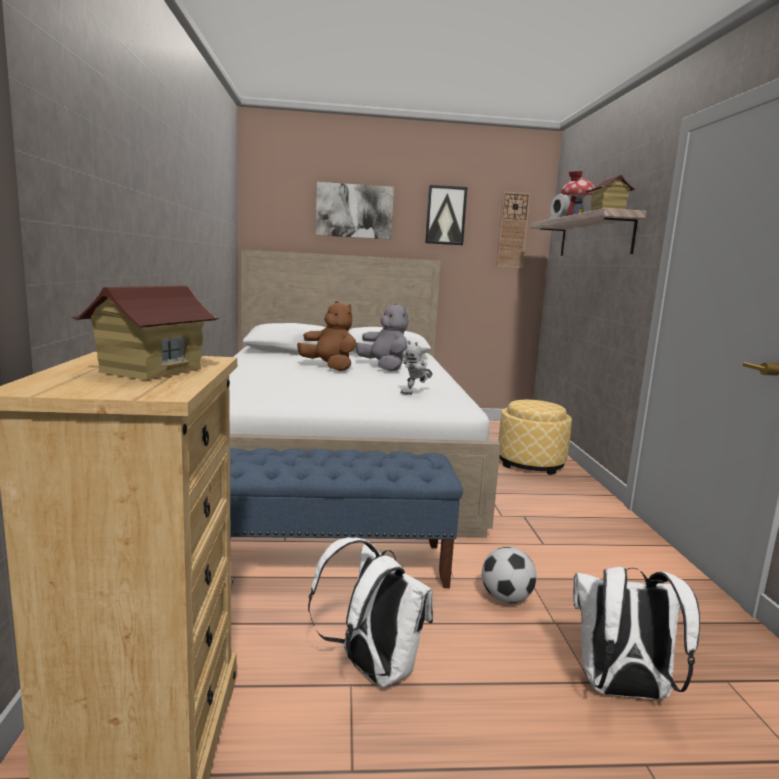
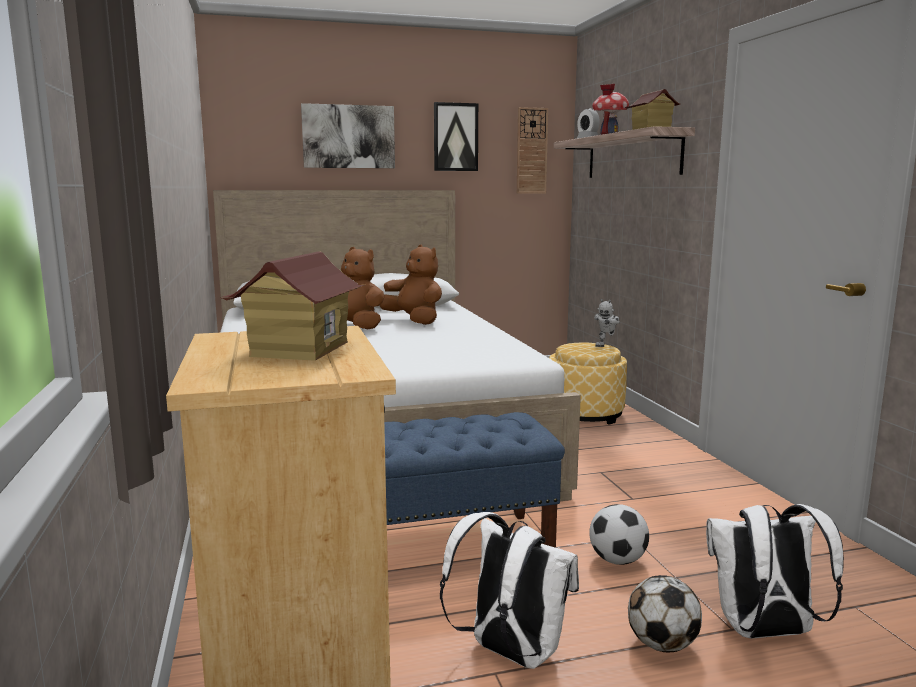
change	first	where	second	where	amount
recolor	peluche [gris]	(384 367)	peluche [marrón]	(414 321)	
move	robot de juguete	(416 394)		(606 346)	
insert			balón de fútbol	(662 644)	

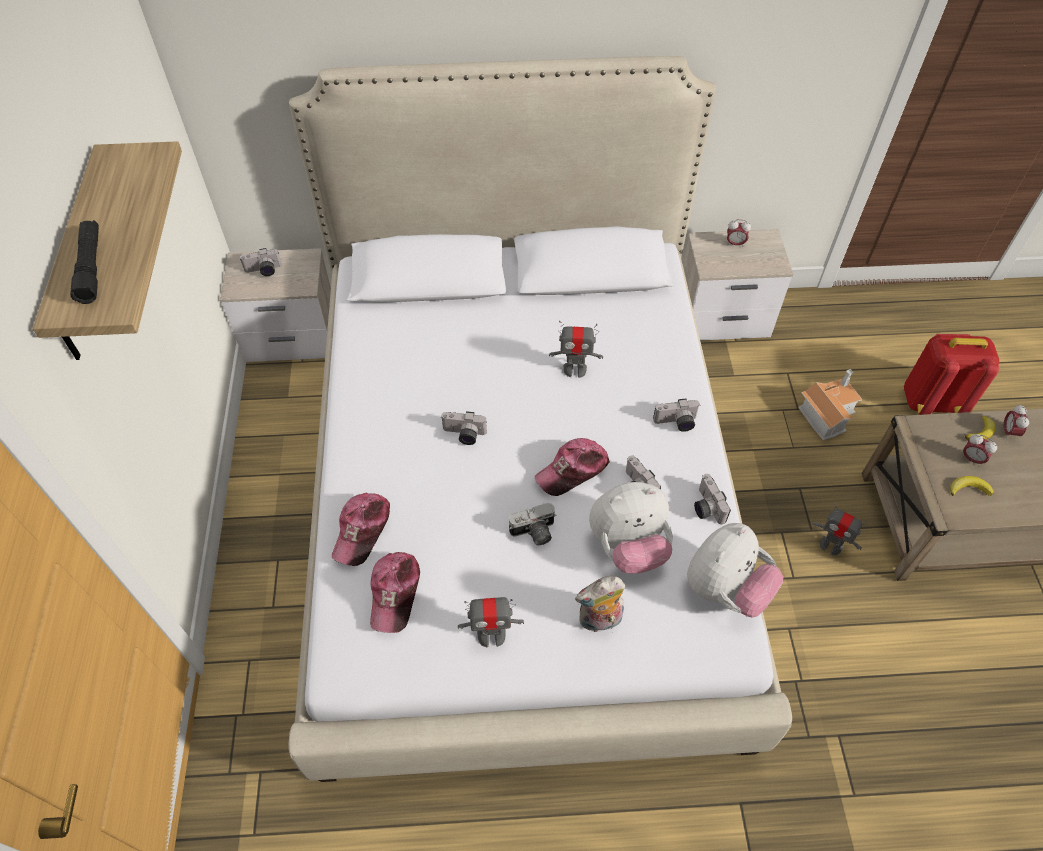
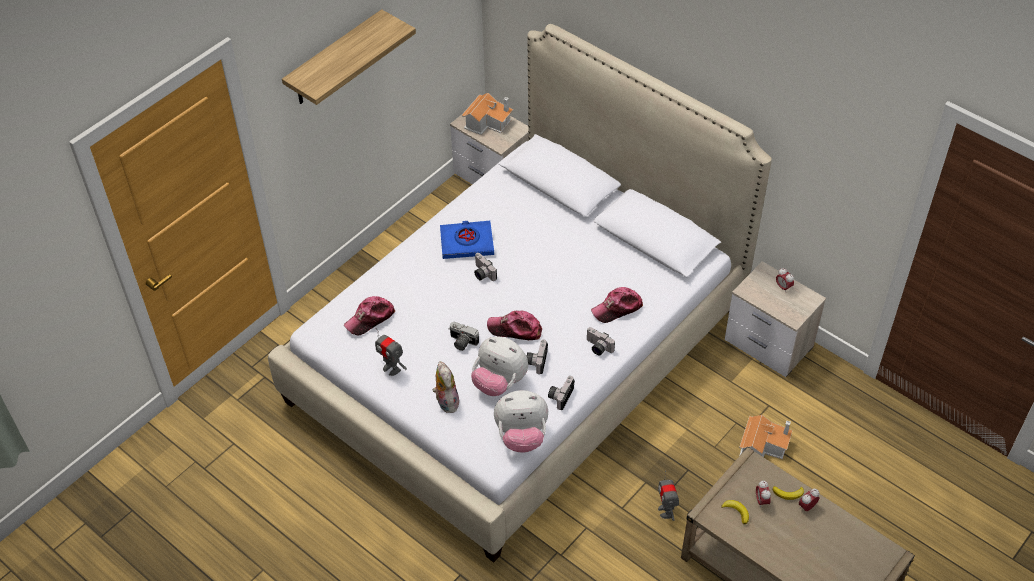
change	first	where	second	where	amount
delete	linterna [negro]	(91 267)			
replace	cámara	(263 271)	casita	(488 122)	
delete	robot de juguete	(575 369)			
delete	mochila [rojo]	(931 401)			
move	gorra	(362 530)		(617 308)	
rotate	peluche	(599 621)		(446 401)	45 degrees clockwise
insert			libro [azul]	(467 243)	

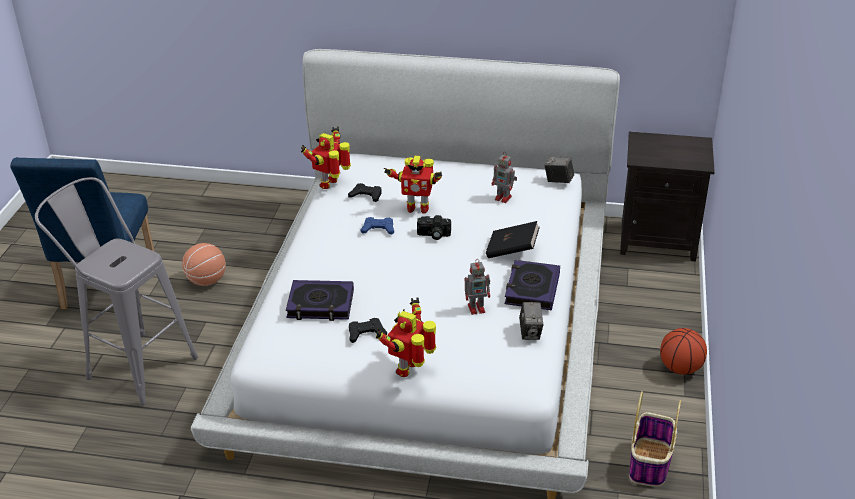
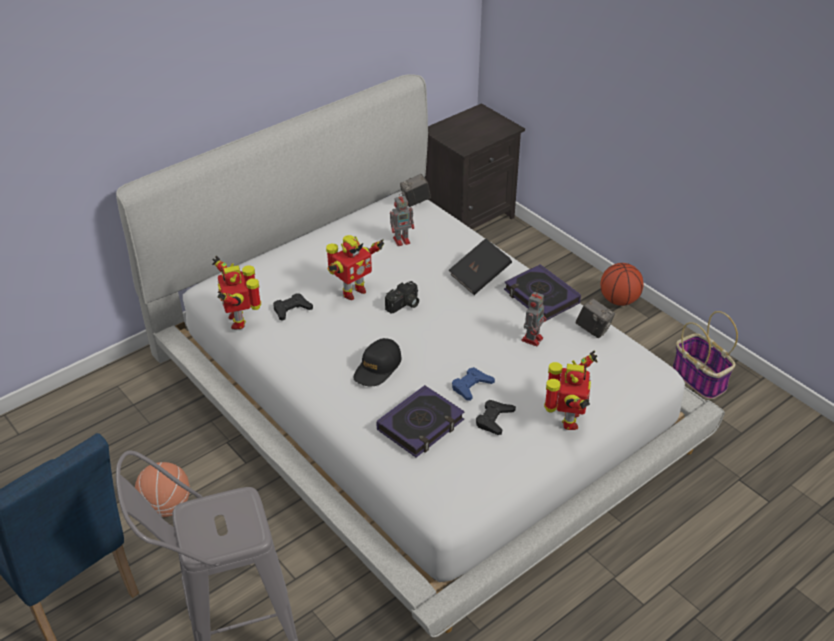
change	first	where	second	where	amount
move	mando de consola [azul]	(378 229)		(471 386)	
rotate	robot de juguete	(409 368)		(567 420)	150 degrees counterclockwise
insert			gorra [negro]	(377 368)	

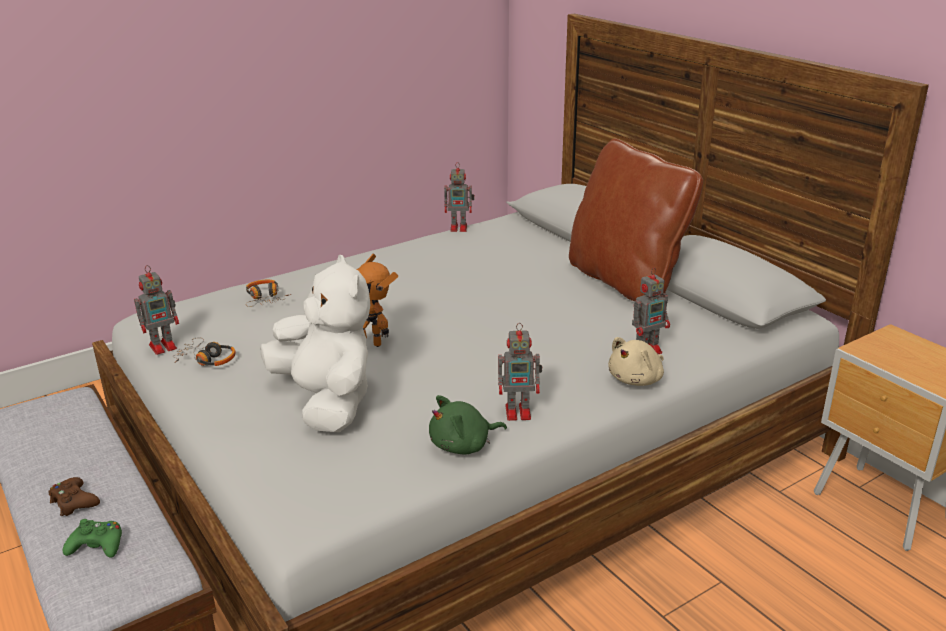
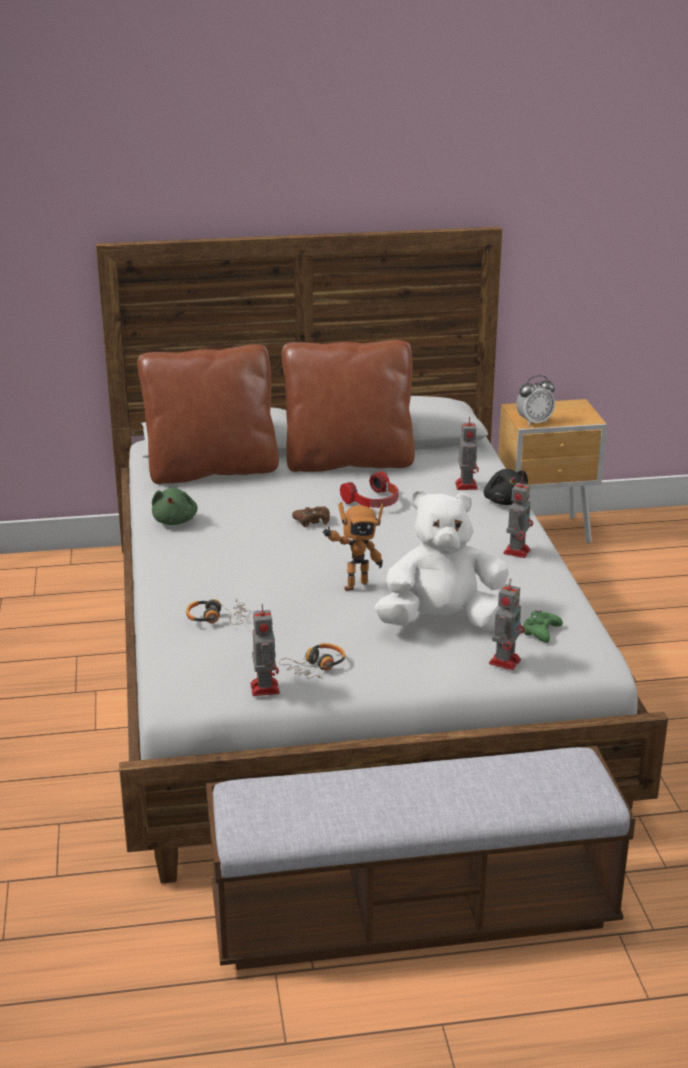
change	first	where	second	where	amount
move	robot de juguete	(460 228)		(505 660)	
recolor	peluche [beis]	(637 379)	peluche [negro]	(505 501)	
move	peluche [verde]	(463 445)		(175 520)	
move	mando de consola [marrón]	(74 502)		(312 521)	
move	mando de consola [verde]	(97 545)		(541 631)	
insert			cojín [marrón]	(212 470)	
insert			despertador	(534 422)	
insert			auriculares	(373 502)	

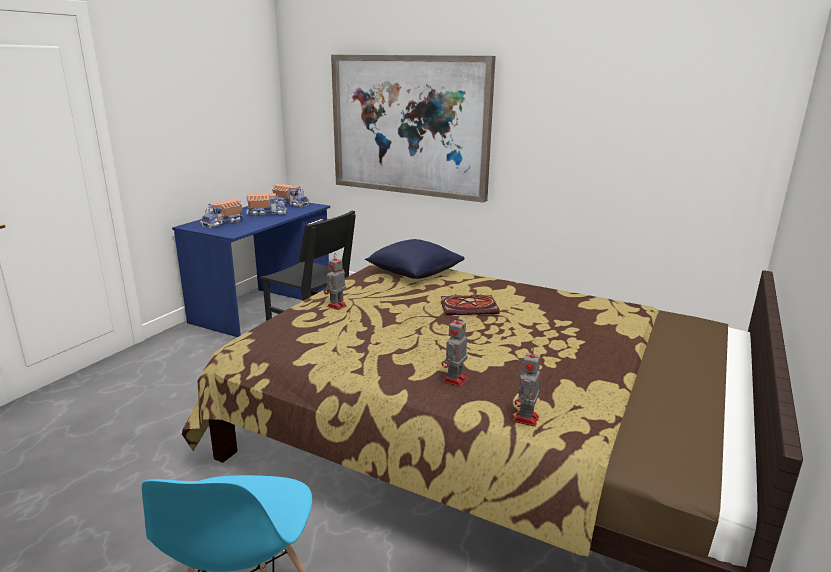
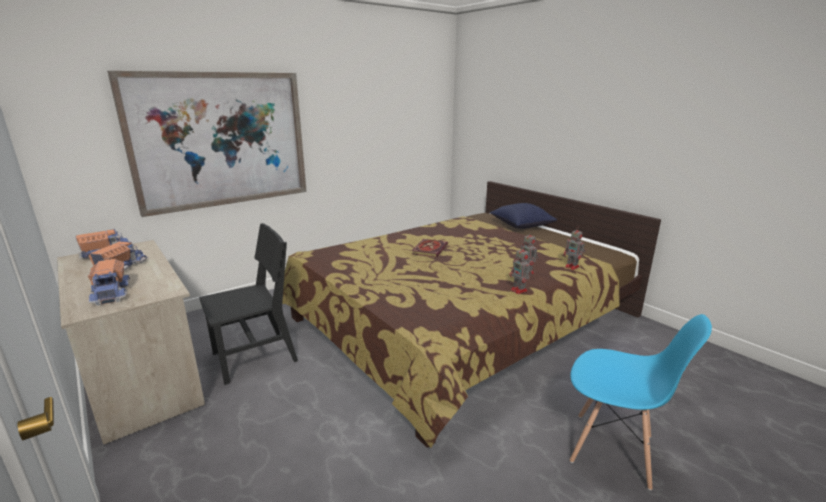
change	first	where	second	where	amount
recolor	escritorio [azul]	(264 305)	escritorio [beis]	(142 376)	
move	cojín [azul]	(414 273)		(521 226)	
move	robot de juguete	(336 306)		(519 291)	

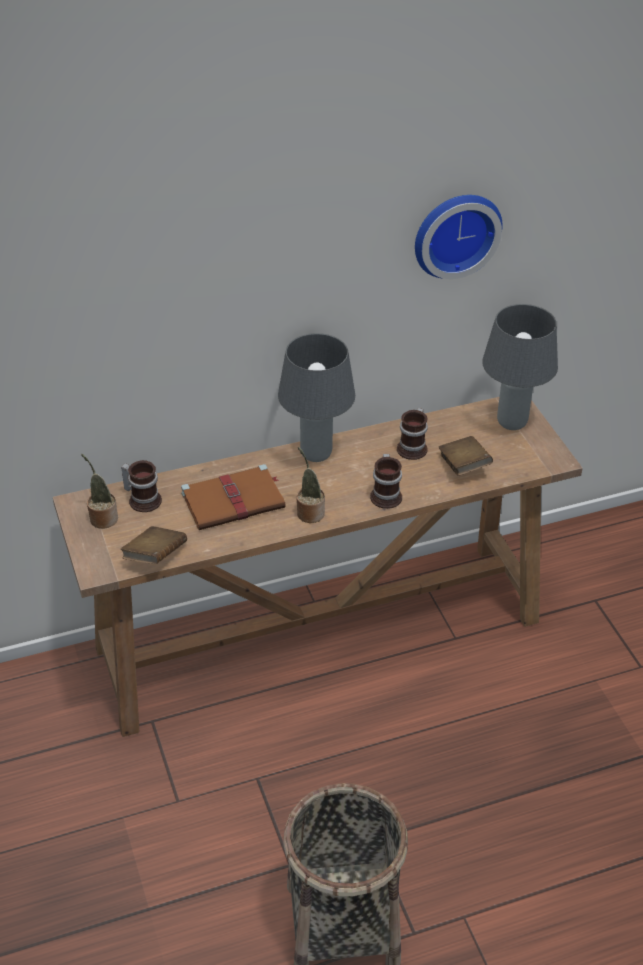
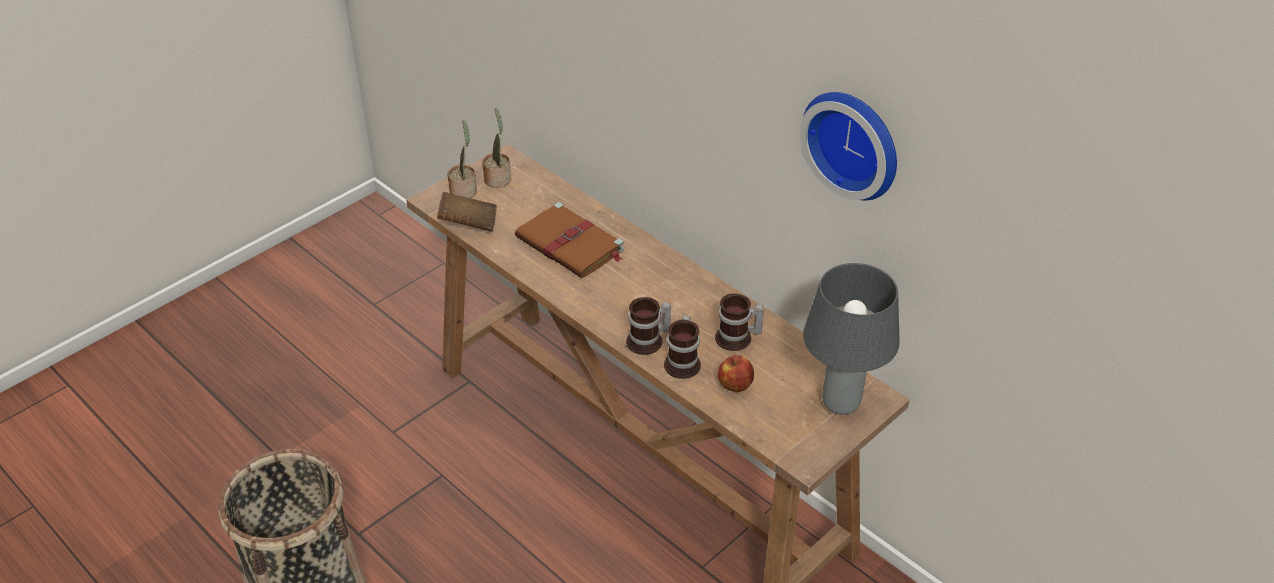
change	first	where	second	where	amount
delete	lámpara de mesa [gris]	(315 453)			
replace	libro [marrón]	(463 466)	manzana	(735 385)	
move	planta en maceta	(309 512)		(464 190)	
move	taza grande	(143 499)		(684 362)	

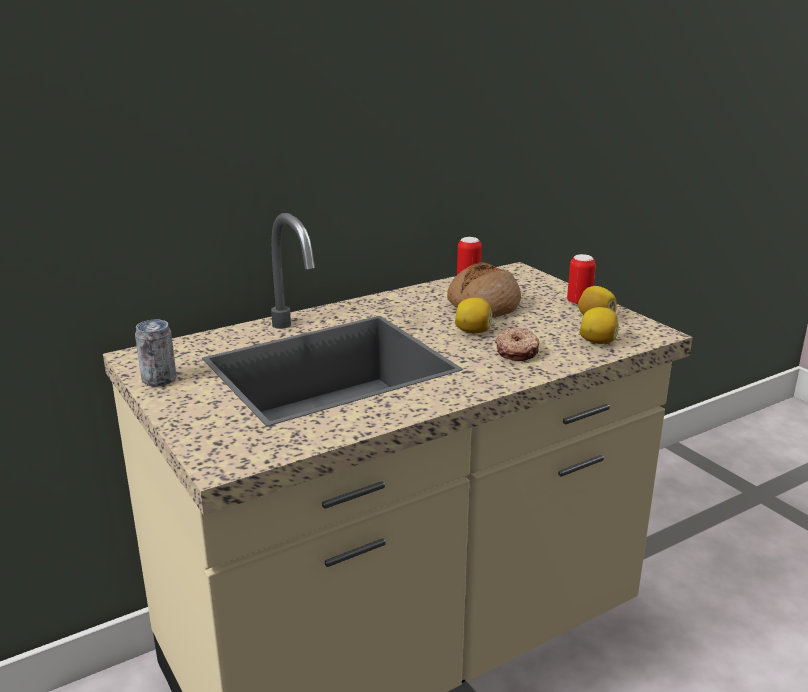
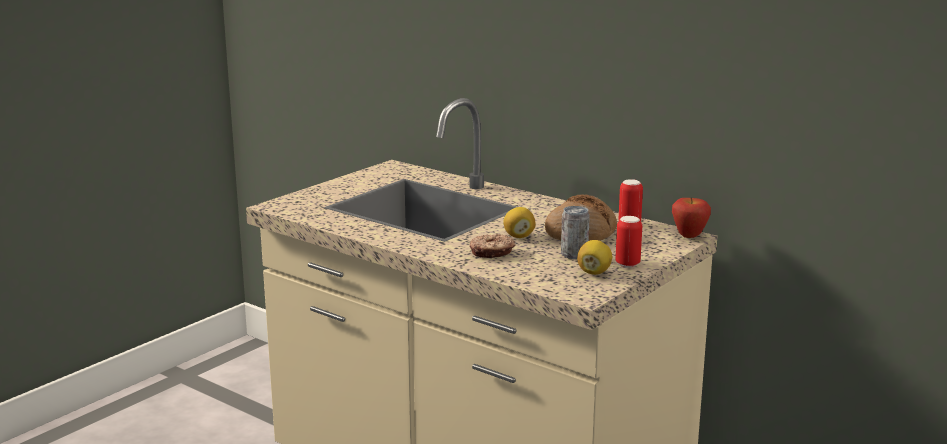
change	first	where	second	where	amount
delete	limón	(598 342)			
move	lata	(159 379)		(574 254)	
insert			manzana	(689 236)	

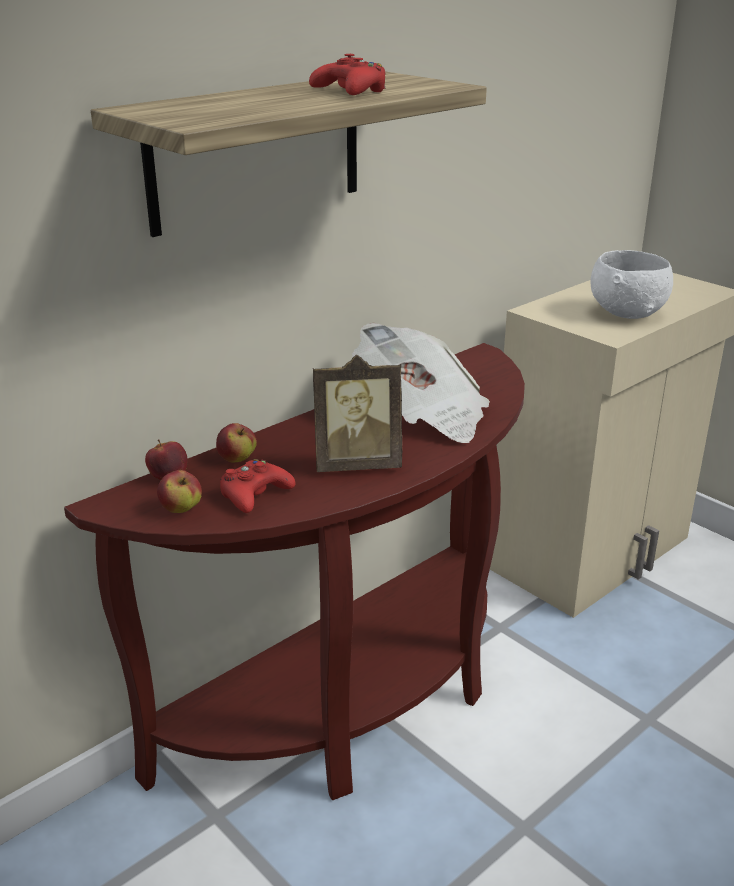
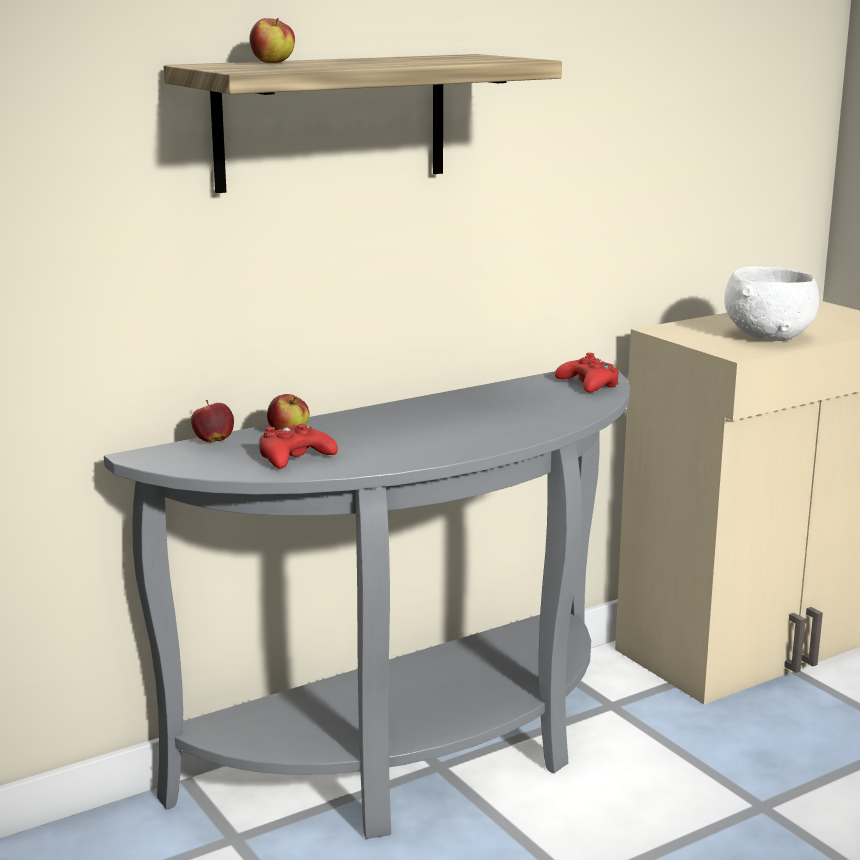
change	first	where	second	where	amount
move	mando de consola [rojo]	(350 91)		(589 384)	
delete	periódico	(422 415)			
recolor	mesa consola [marrón]	(357 703)	mesa consola [gris]	(421 757)	
delete	portarretratos	(357 464)			
move	manzana	(181 509)		(273 63)	

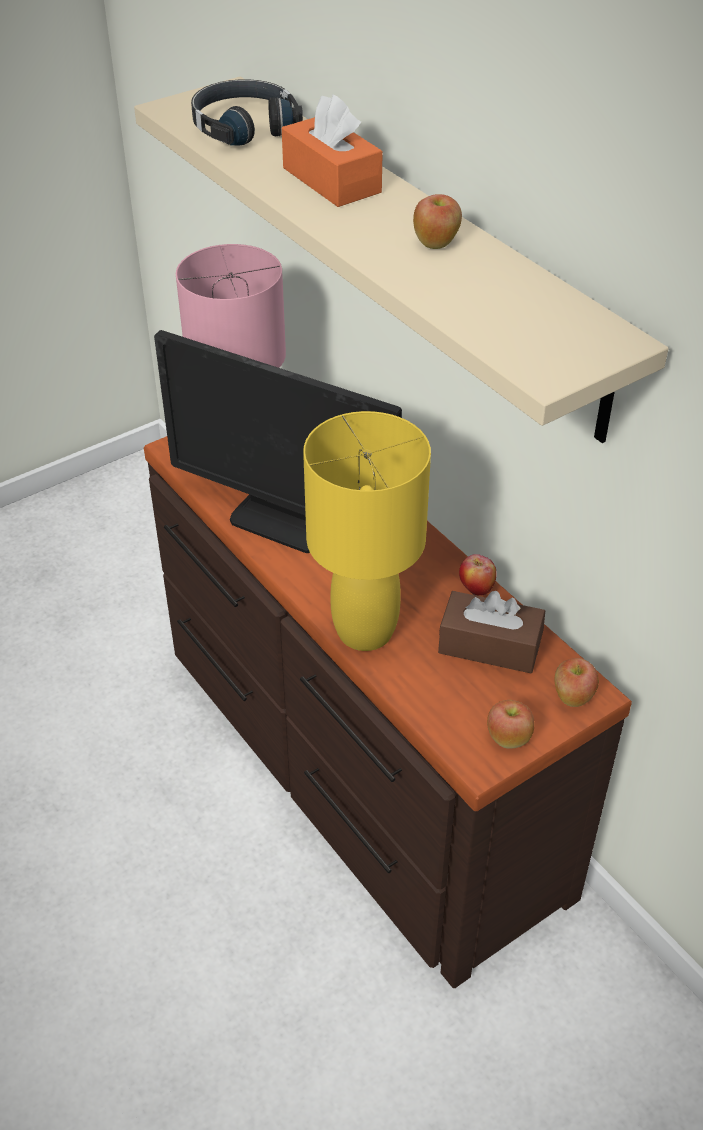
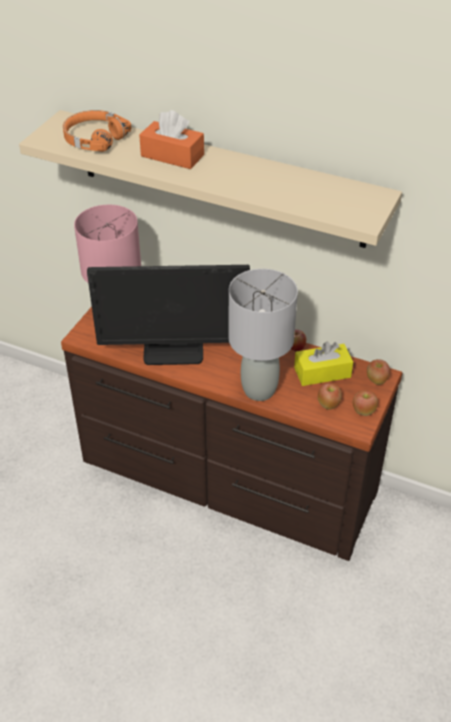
change	first	where	second	where	amount
recolor	auriculares [negro]	(243 126)	auriculares [naranja]	(94 138)	
move	manzana	(436 244)		(328 404)	
recolor	lámpara de mesa [amarillo]	(363 630)	lámpara de mesa [gris]	(258 390)	
recolor	caja de pañuelos [marrón]	(489 645)	caja de pañuelos [amarillo]	(322 372)	

